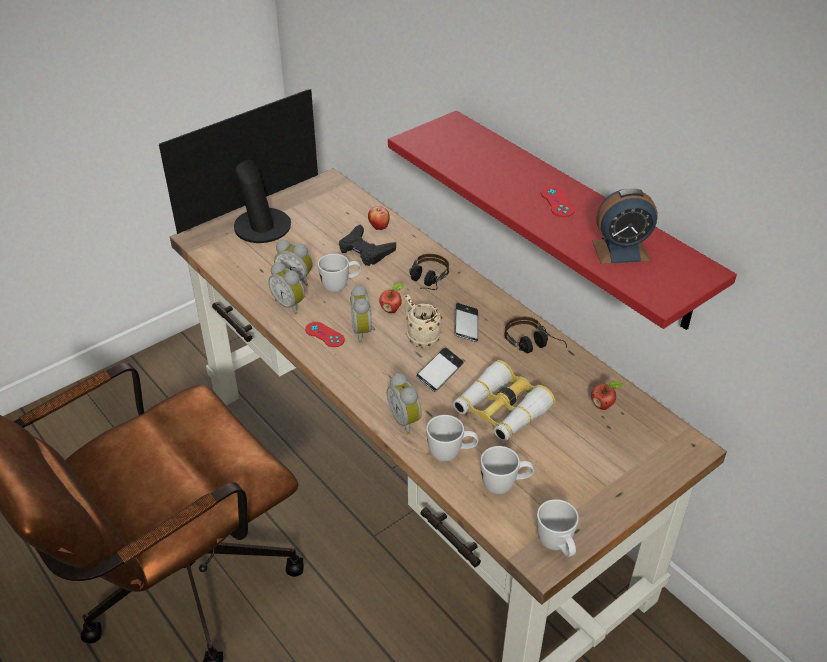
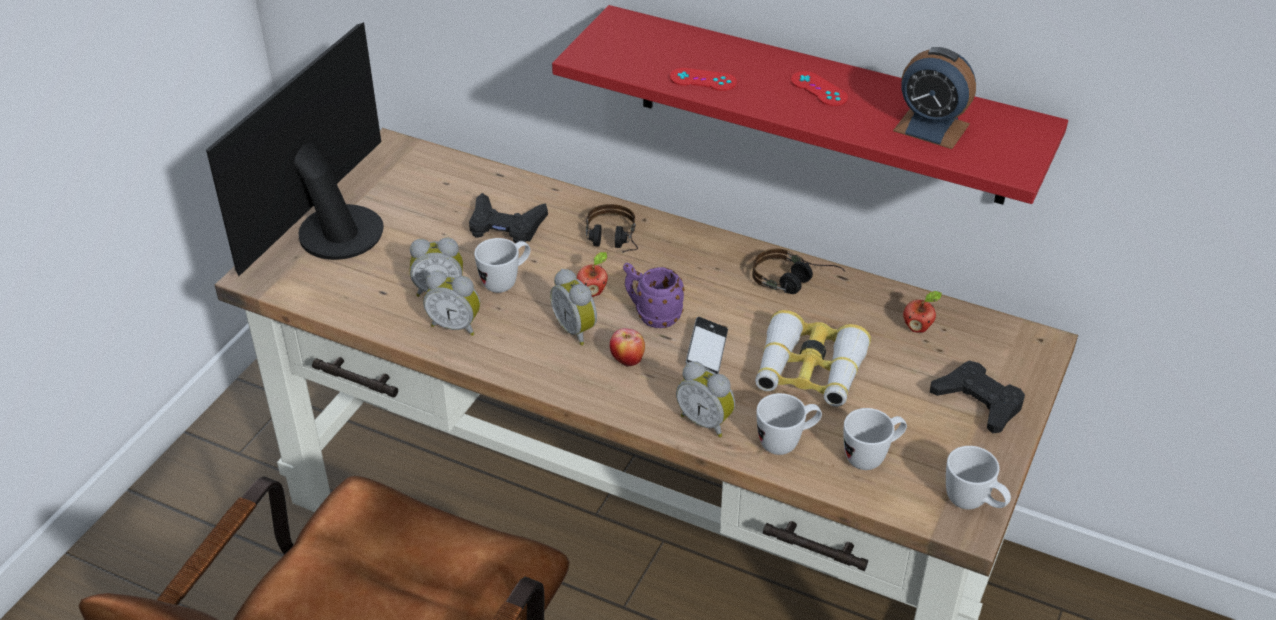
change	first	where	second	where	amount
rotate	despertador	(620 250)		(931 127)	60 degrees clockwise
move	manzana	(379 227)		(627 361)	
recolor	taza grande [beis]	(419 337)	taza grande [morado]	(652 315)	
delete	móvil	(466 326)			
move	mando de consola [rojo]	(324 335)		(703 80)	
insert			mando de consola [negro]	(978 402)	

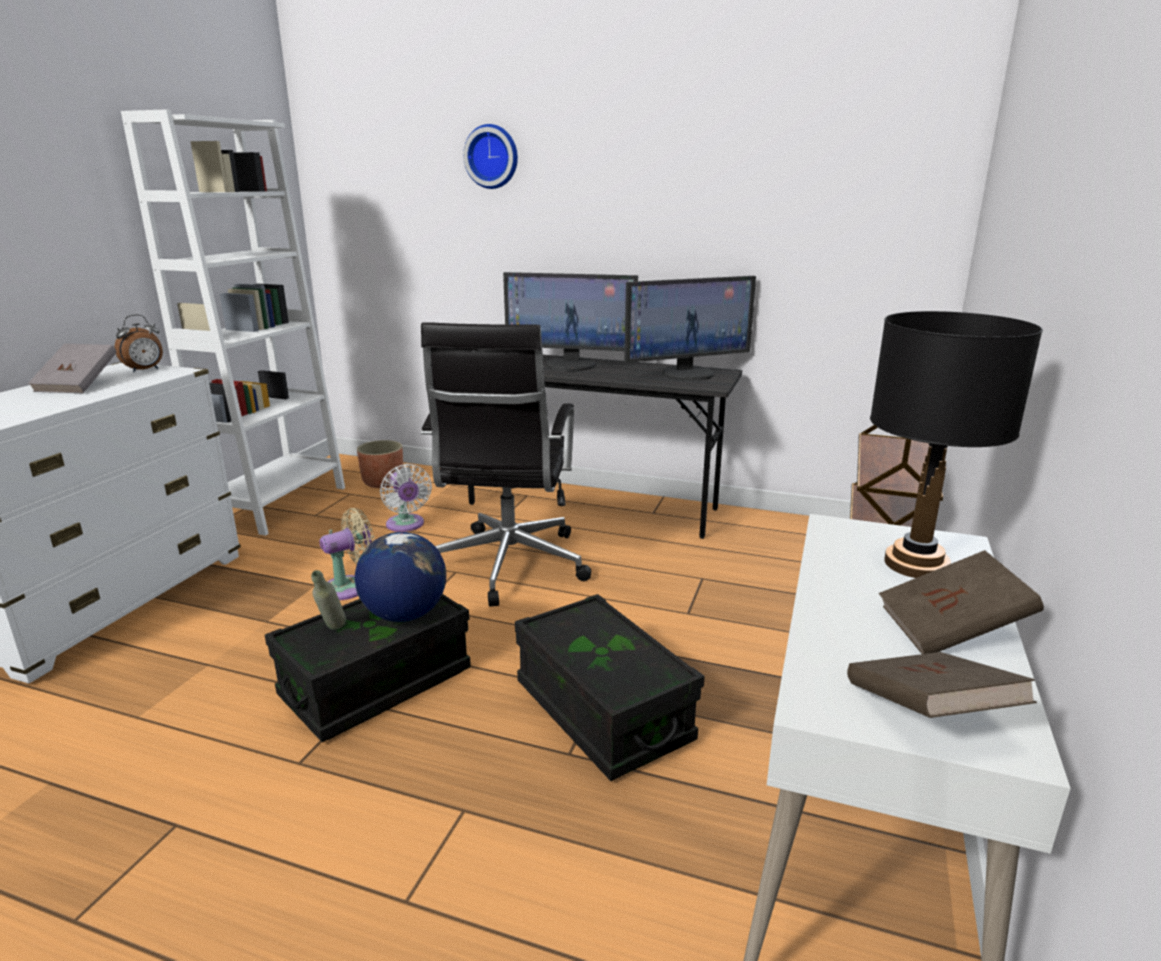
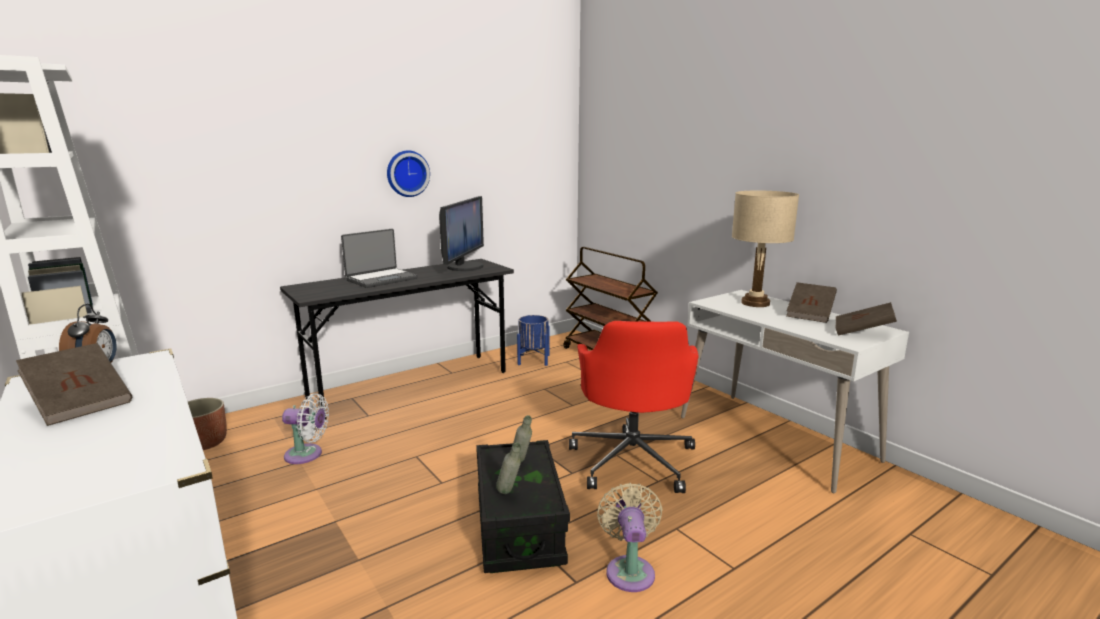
change	first	where	second	where	amount
move	reloj de pared	(492 157)		(407 173)	
replace	monitor	(571 365)	portátil	(381 279)	
recolor	lámpara de mesa [negro]	(916 564)	lámpara de mesa [beis]	(755 303)	
delete	silla de oficina [negro]	(507 566)			
recolor	libro [gris]	(78 385)	libro [marrón]	(80 403)	
move	ventilador [beis]	(350 587)		(629 570)	
replace	globo terráqueo	(404 614)	botella [gris]	(522 463)	
replace	caja de almacenaje [negro]	(602 712)	silla de oficina [rojo]	(633 459)	
insert			maceta [azul]	(533 359)	

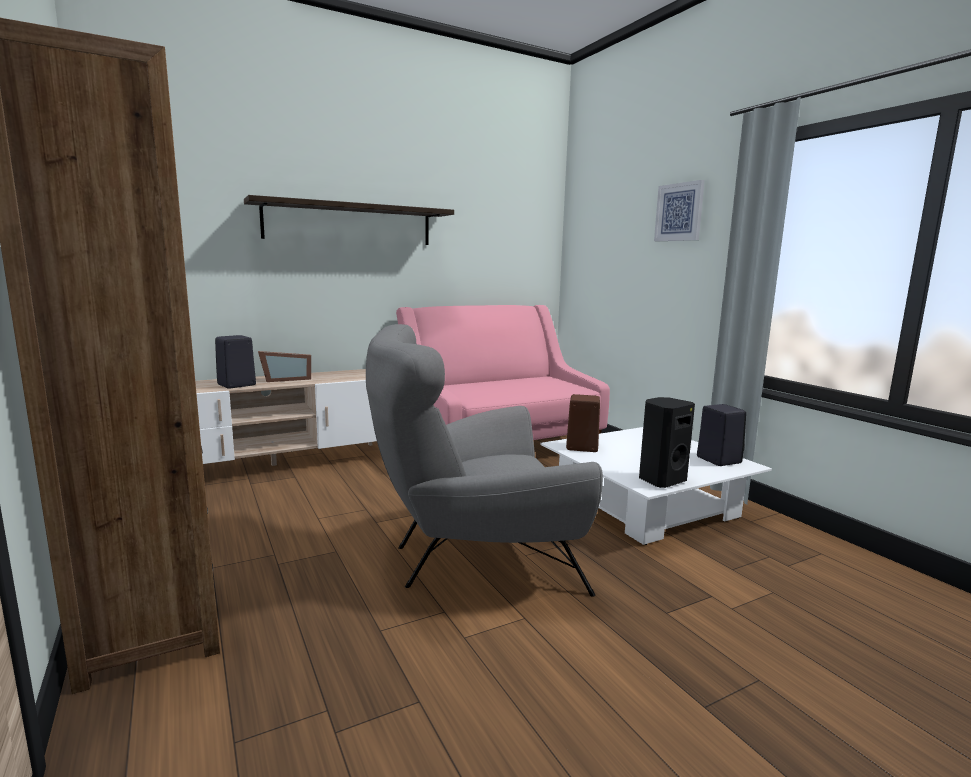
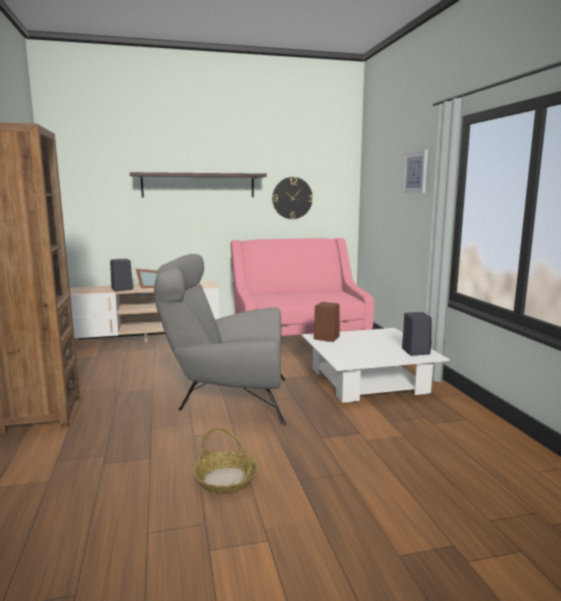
change	first	where	second	where	amount
delete	altavoz [negro]	(660 480)			
insert			reloj de pared	(292 198)	
insert			cesta	(225 479)	

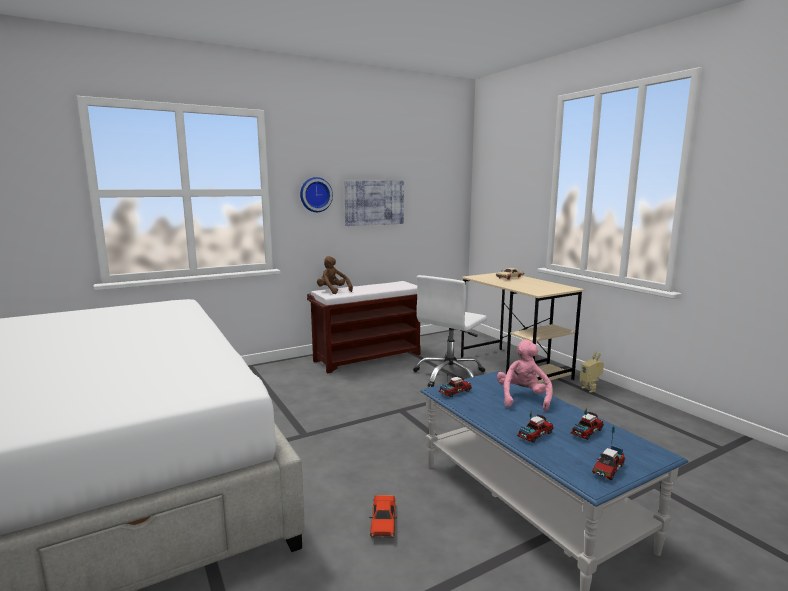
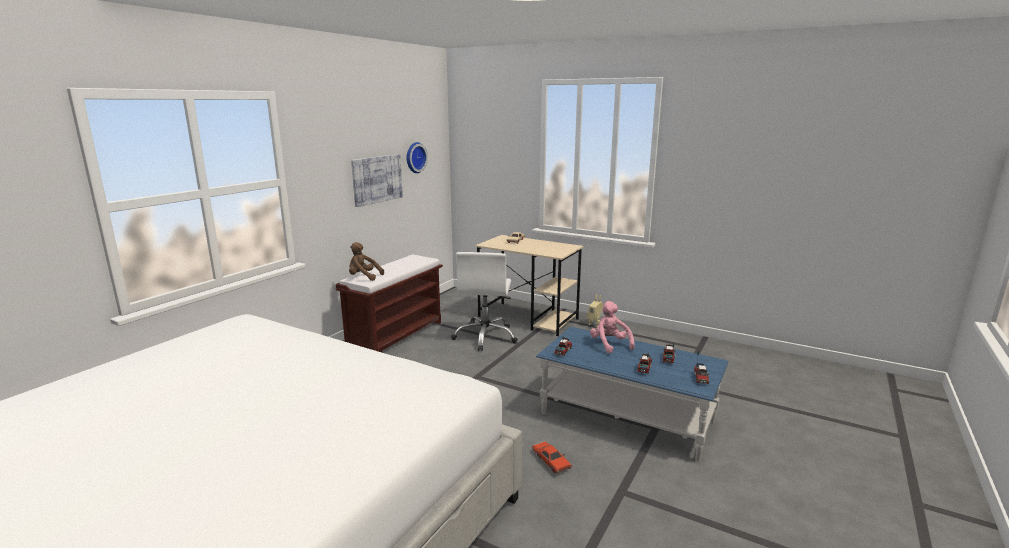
change	first	where	second	where	amount
move	reloj de pared	(315 194)		(414 157)	

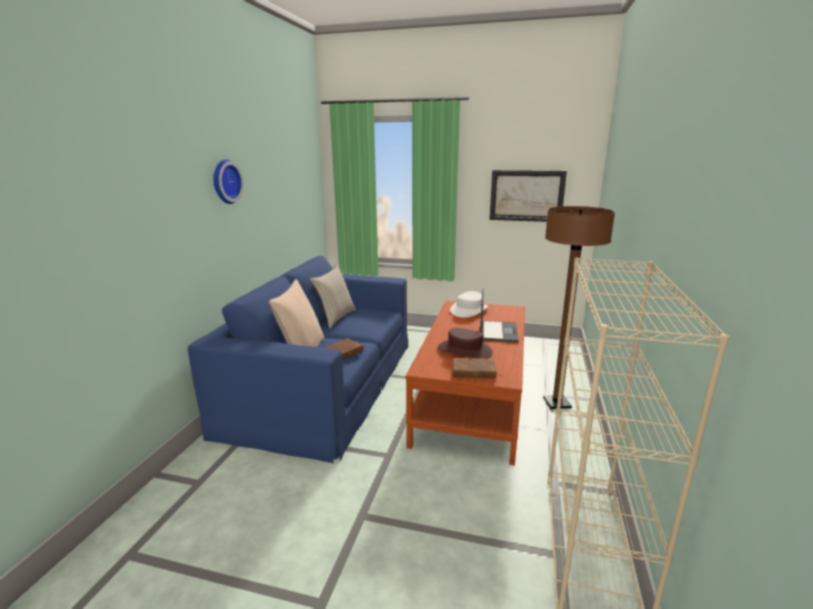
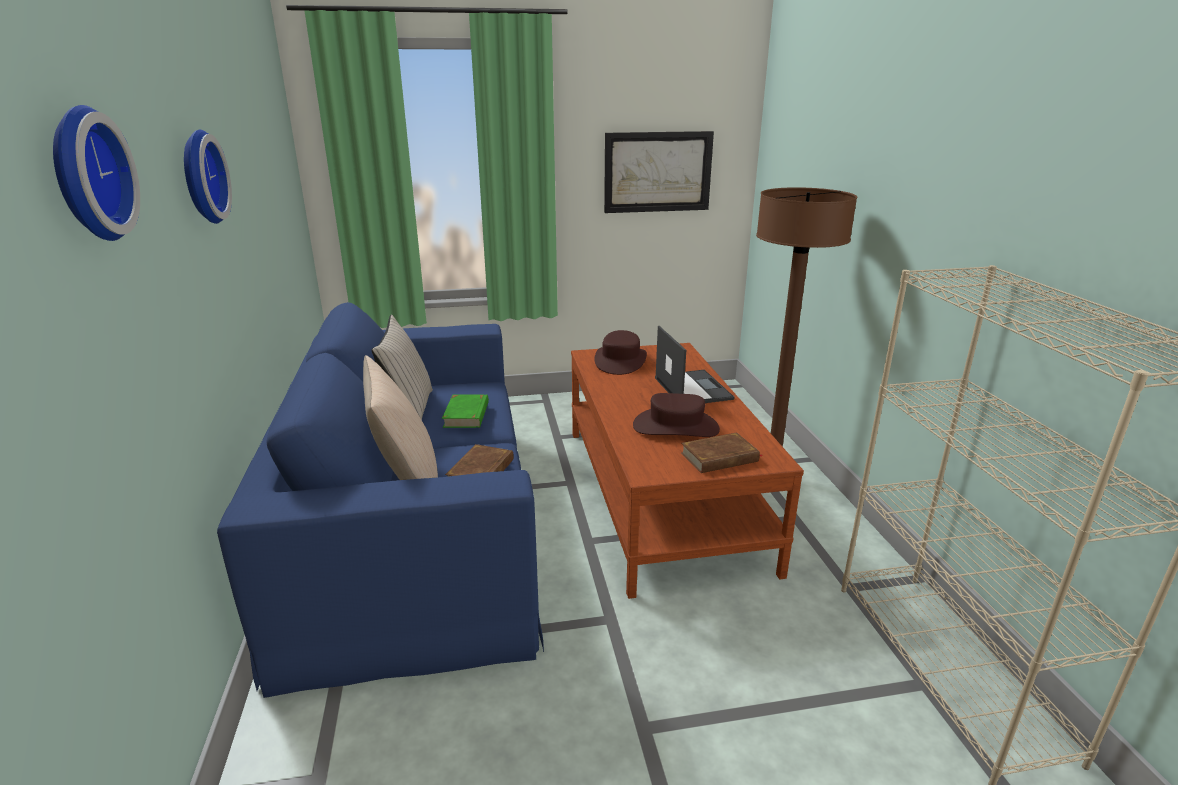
change	first	where	second	where	amount
recolor	sombrero [blanco]	(469 310)	sombrero [marrón]	(620 361)	
insert			reloj de pared	(85 175)	
insert			libro [verde]	(467 415)	

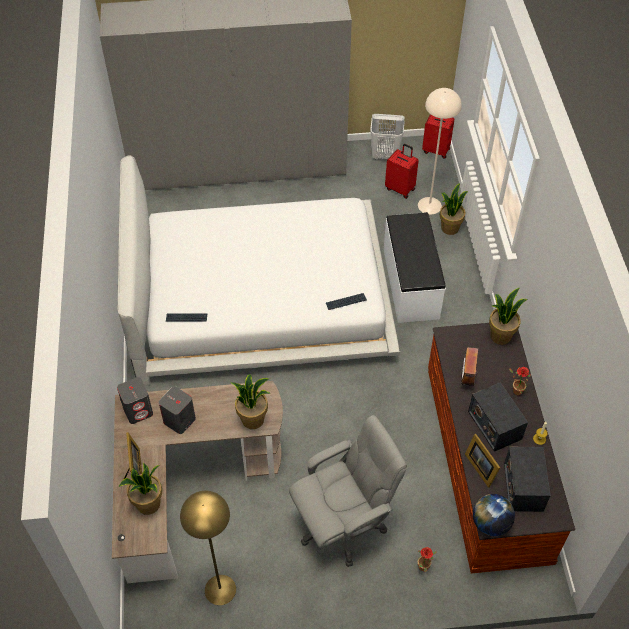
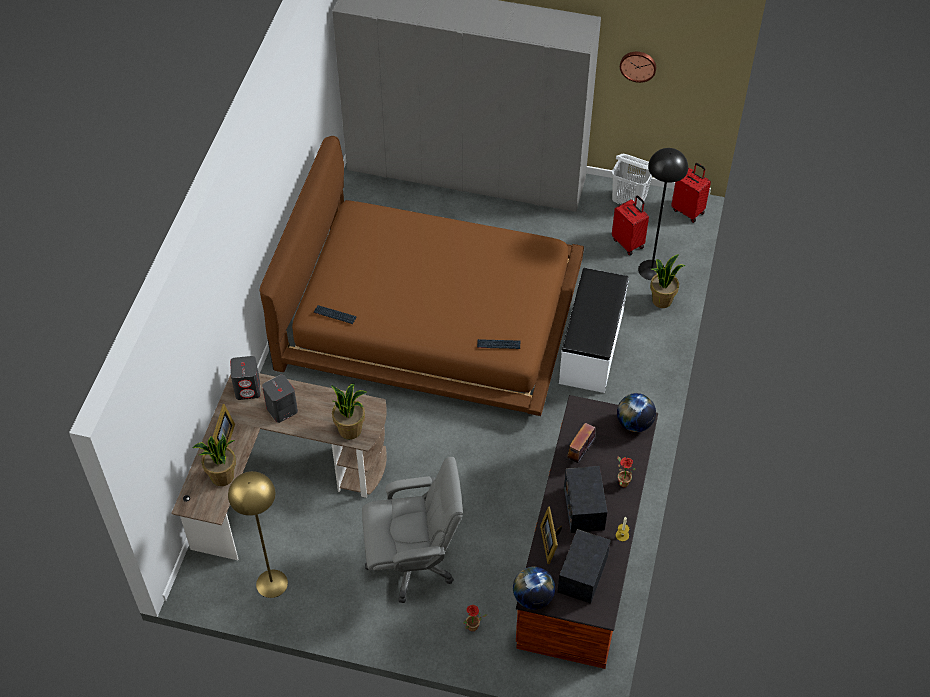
change	first	where	second	where	amount
recolor	lámpara de pie [beis]	(430 205)	lámpara de pie [negro]	(652 270)	
recolor	cama [blanco]	(259 296)	cama [marrón]	(429 315)	
replace	planta en maceta	(500 335)	globo terráqueo	(634 423)	
insert			reloj de pared	(638 65)	

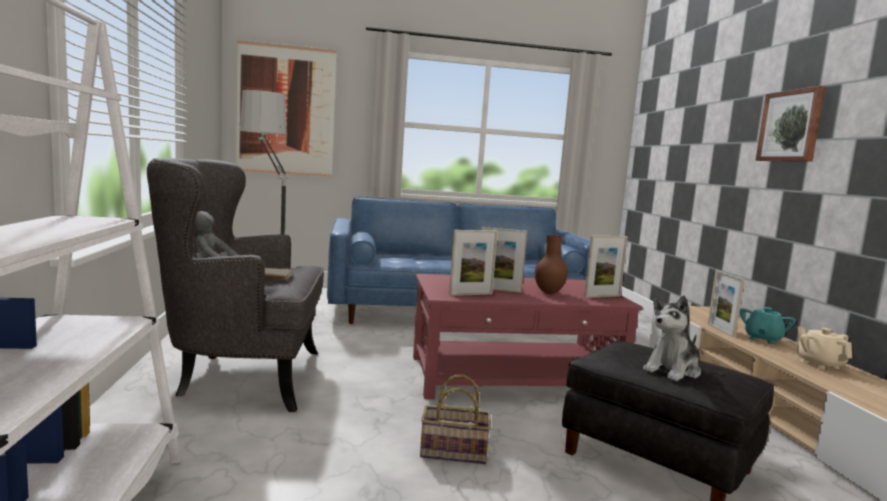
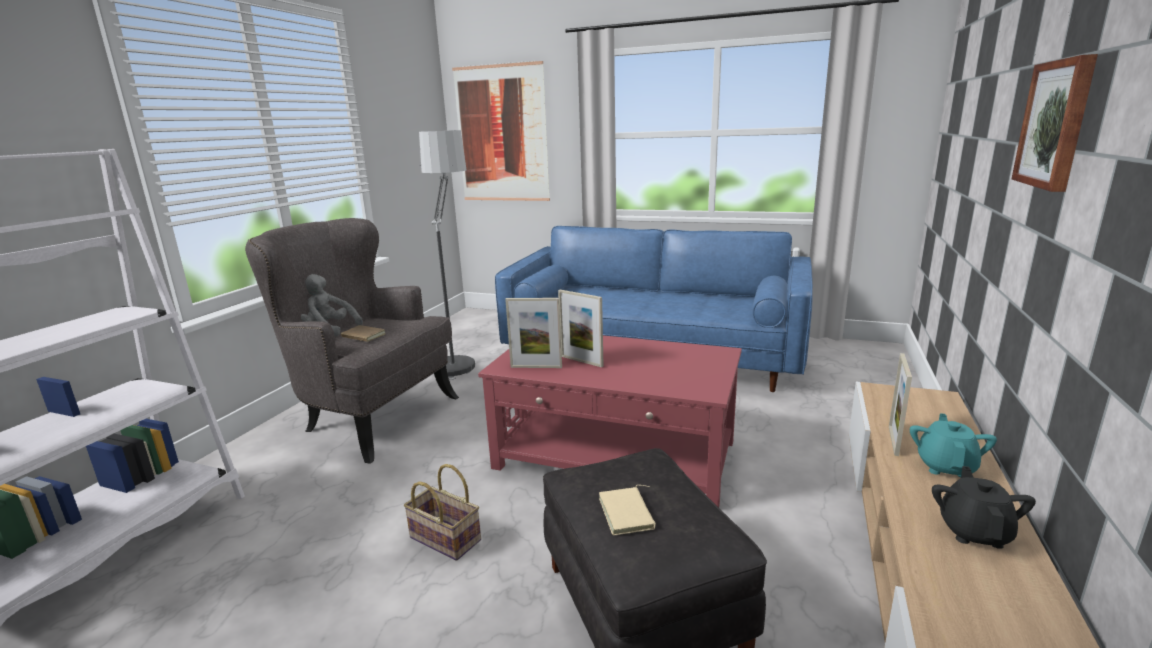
change	first	where	second	where	amount
delete	florero [marrón]	(549 292)			
delete	portarretratos	(602 296)			
replace	peluche	(673 370)	libro [beis]	(628 513)	
rotate	tetera [turquesa]	(763 339)		(946 466)	45 degrees counterclockwise
recolor	tetera [beis]	(819 364)	tetera [negro]	(974 532)	

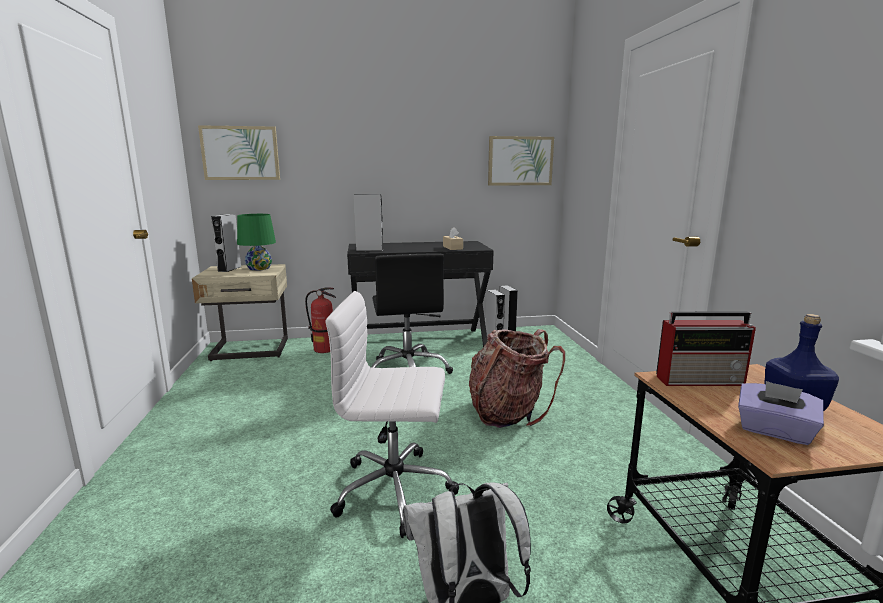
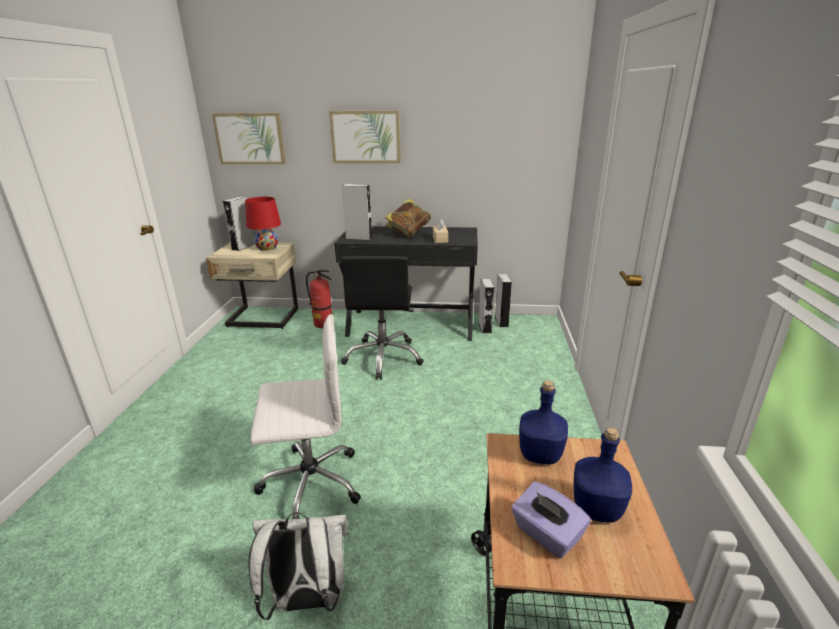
change	first	where	second	where	amount
move	cuadro	(520 161)		(365 137)	
recolor	lámpara de mesa [verde]	(259 268)	lámpara de mesa [rojo]	(267 248)	
rotate	silla de oficina [blanco]	(396 491)		(309 483)	150 degrees clockwise
replace	radio	(701 380)	botella [azul]	(541 454)	
delete	mochila	(507 412)			
insert			libro	(408 233)	

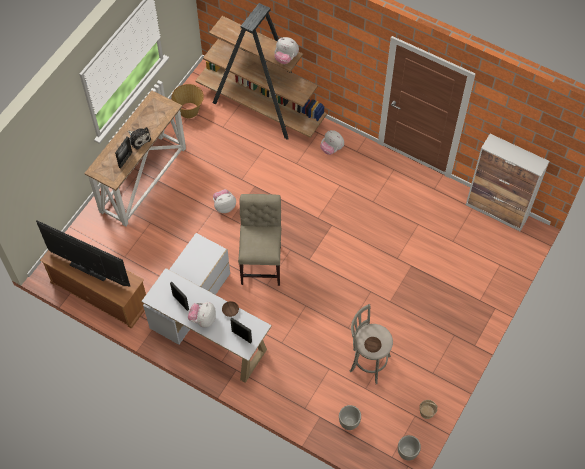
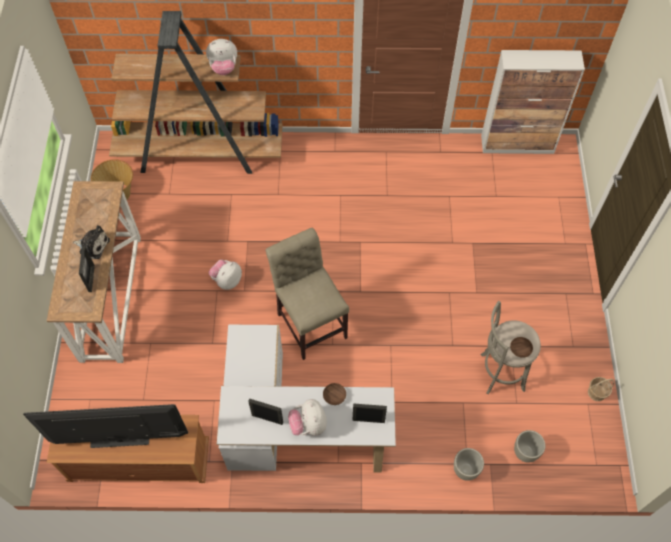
change	first	where	second	where	amount
delete	peluche	(331 149)			
move	maceta [gris]	(407 452)		(465 470)	

